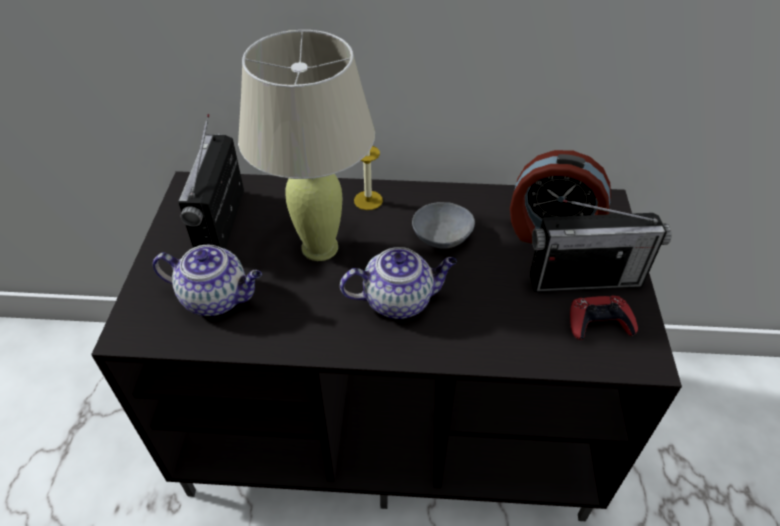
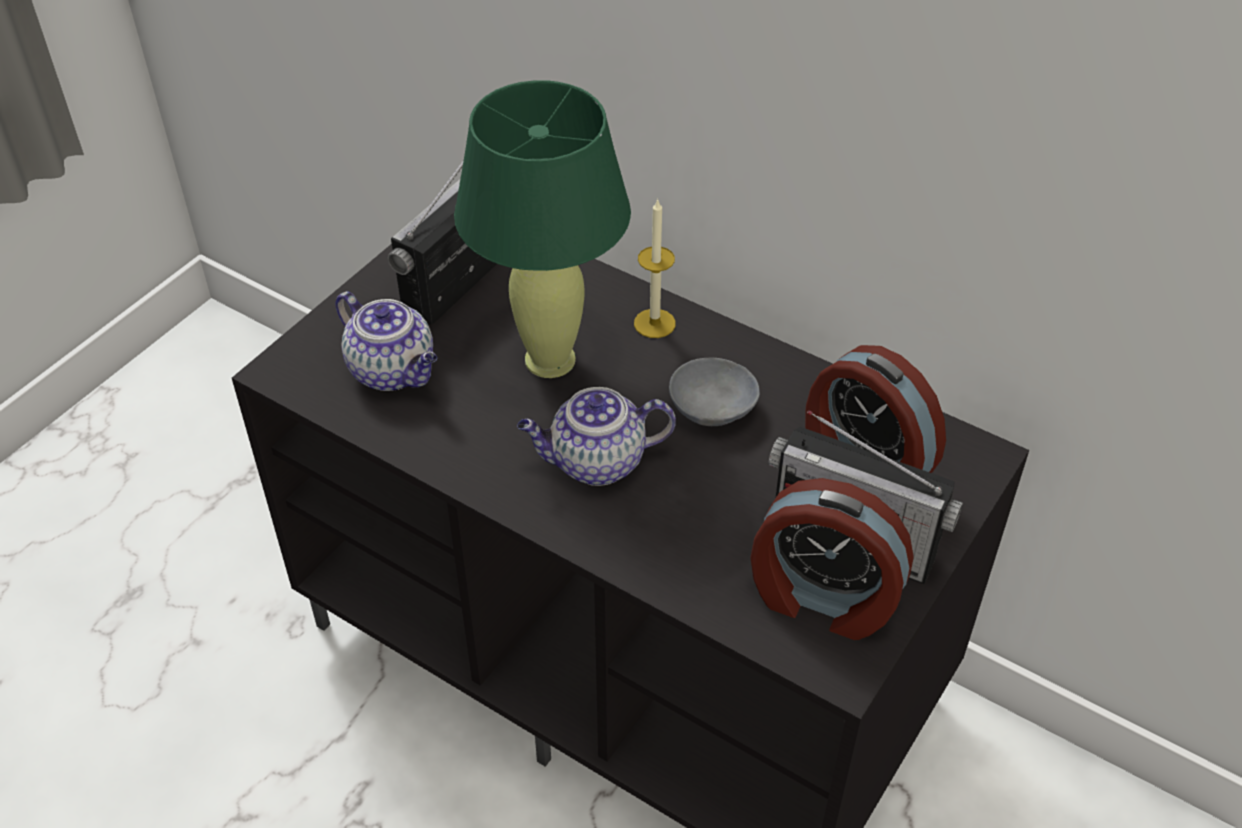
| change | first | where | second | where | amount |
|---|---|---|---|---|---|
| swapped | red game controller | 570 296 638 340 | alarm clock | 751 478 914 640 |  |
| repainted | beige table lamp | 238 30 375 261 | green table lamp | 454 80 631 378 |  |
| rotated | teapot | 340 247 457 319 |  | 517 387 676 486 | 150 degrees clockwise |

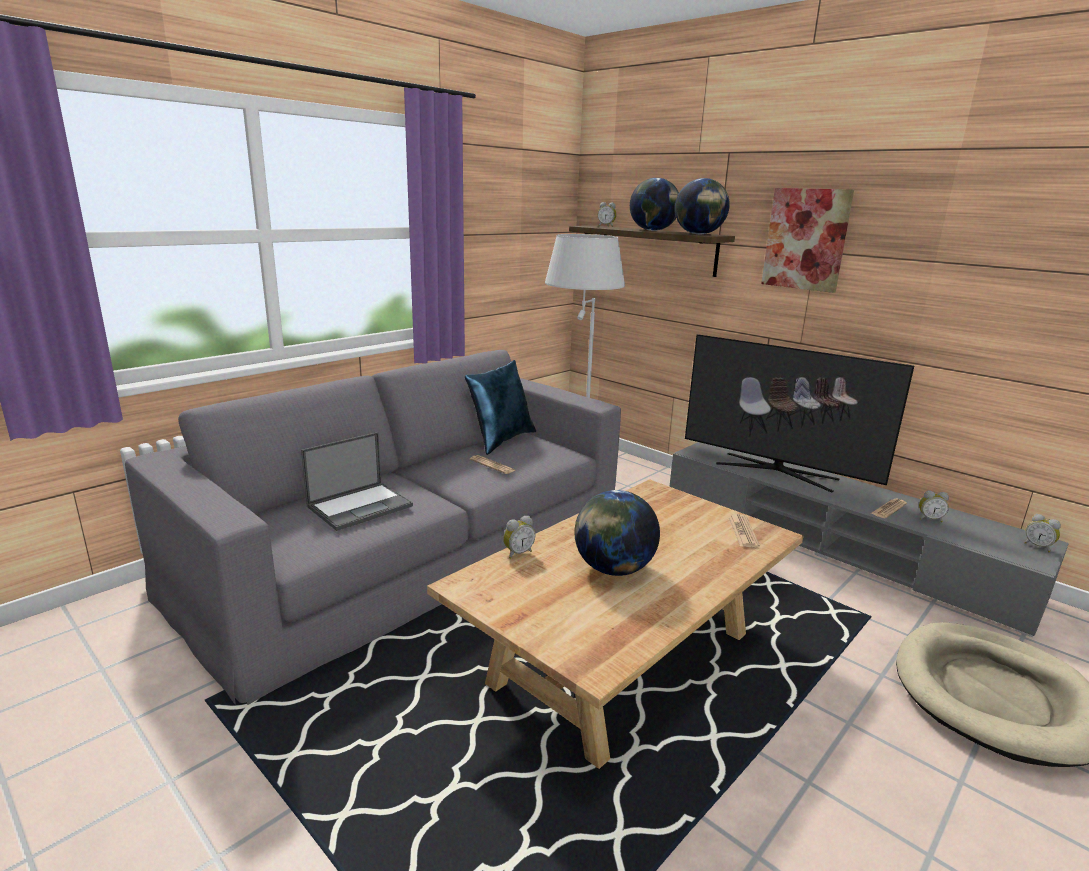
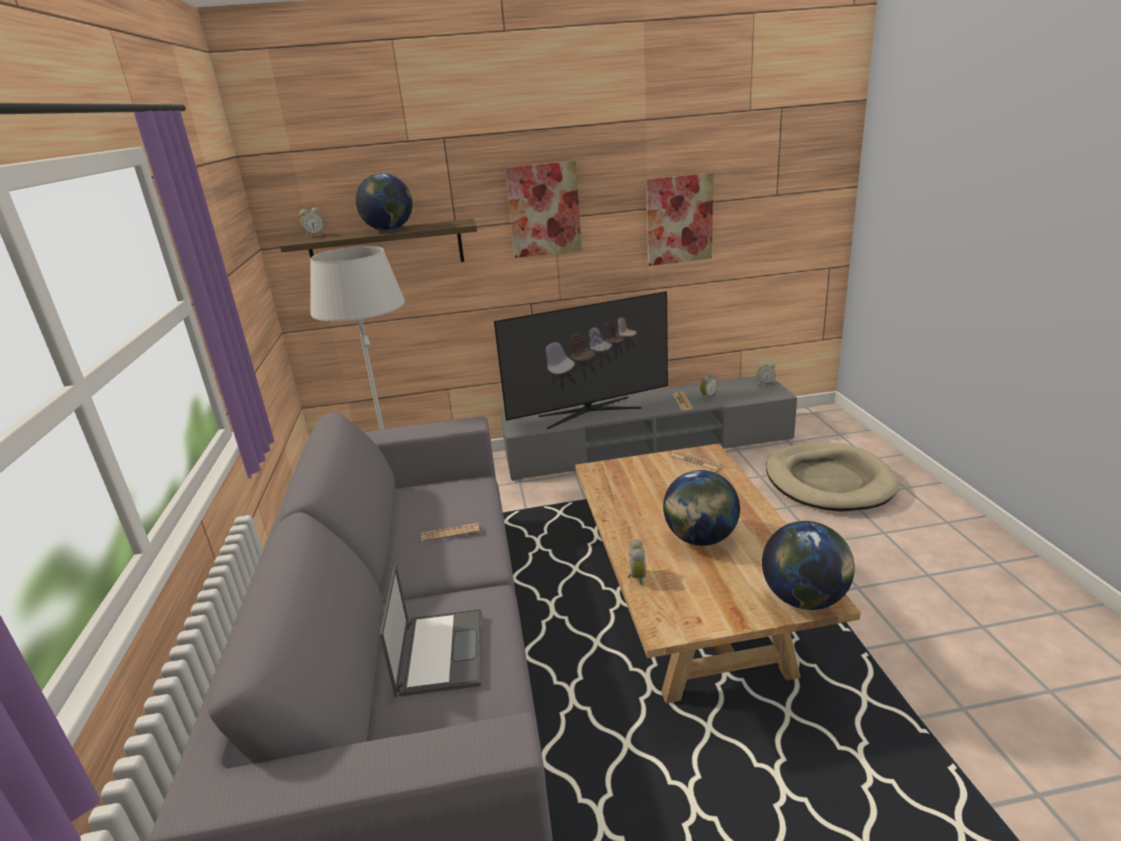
| change | first | where | second | where | amount |
|---|---|---|---|---|---|
| gone | blue pillow | 465 360 536 455 |  |  |  |
| new |  |  | picture | 646 173 713 266 |  |
| shifted | globe | 675 178 730 234 |  | 762 521 855 610 |  |

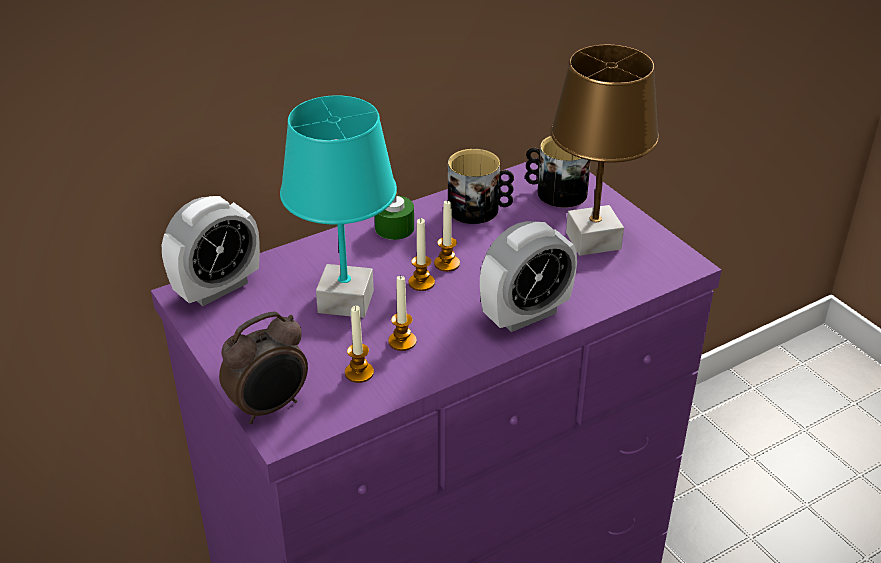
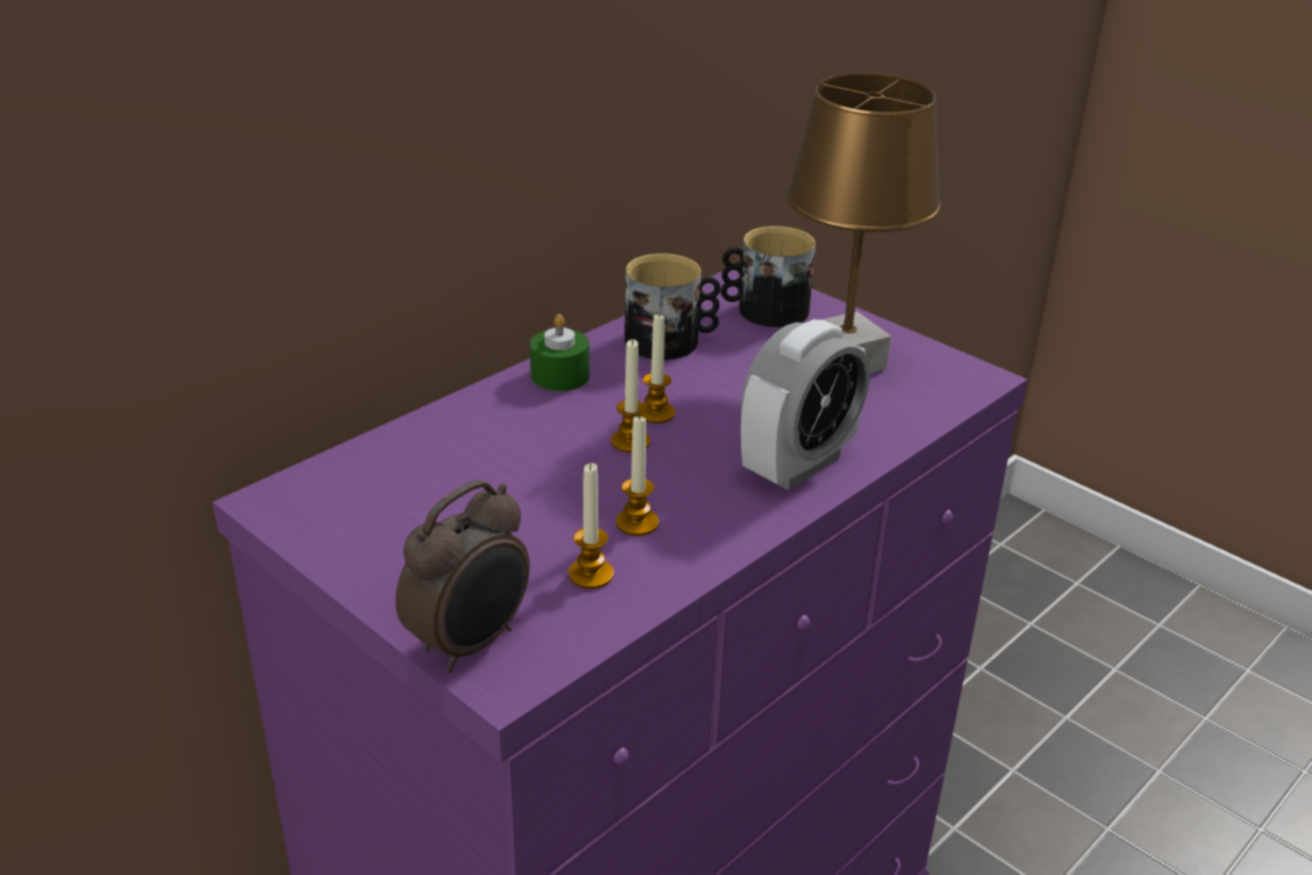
| change | first | where | second | where | amount |
|---|---|---|---|---|---|
| gone | alarm clock | 162 196 260 306 |  |  |  |
| gone | turquoise table lamp | 280 95 397 318 |  |  |  |

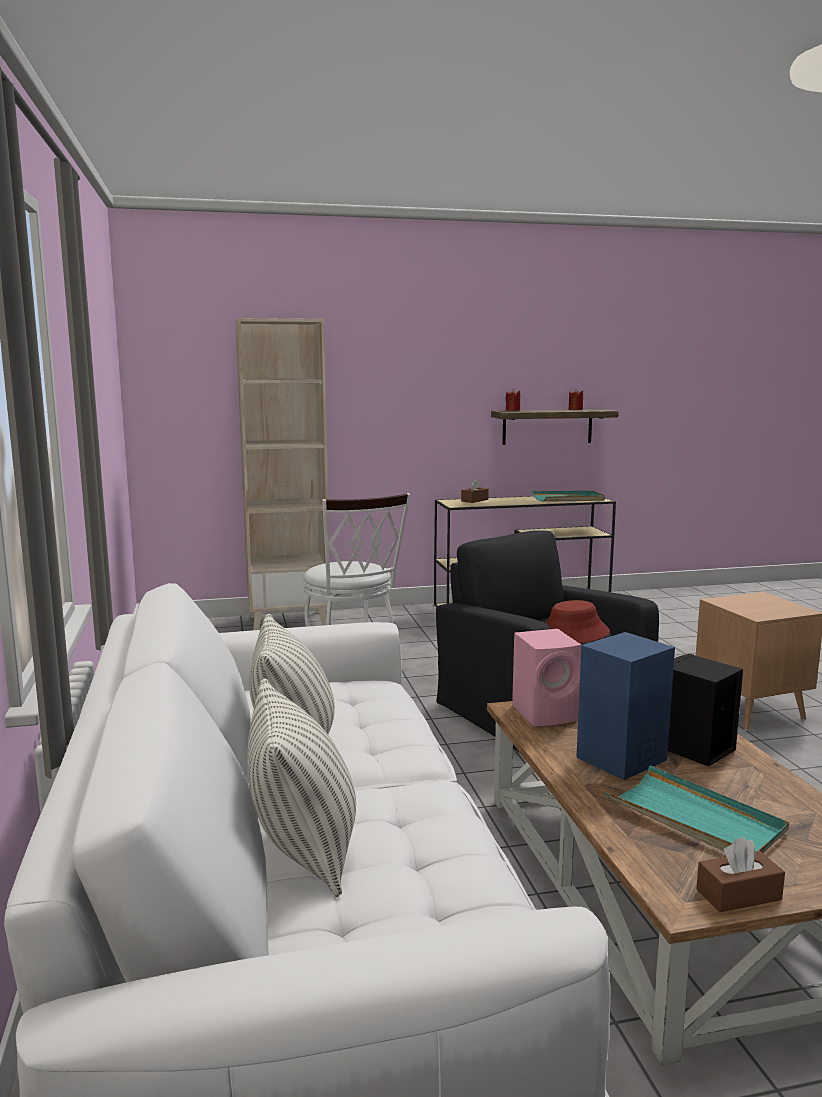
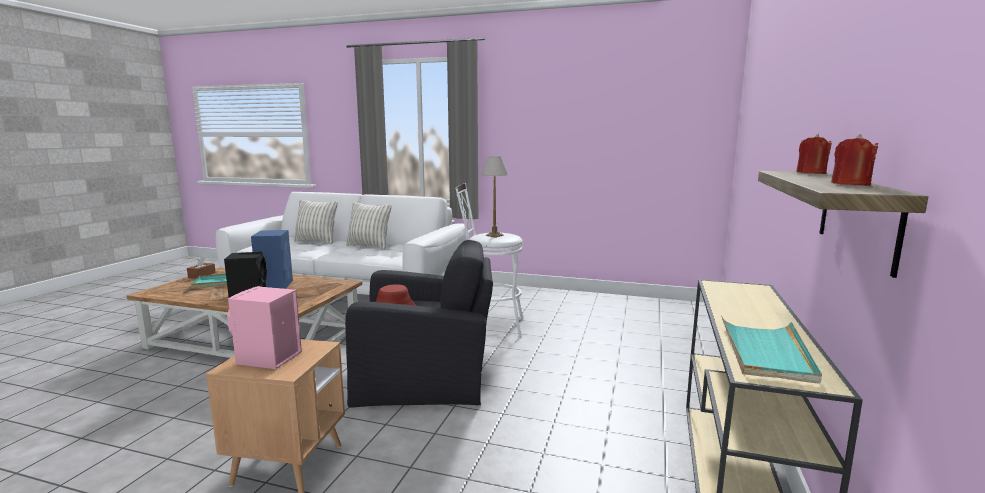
| change | first | where | second | where | amount |
|---|---|---|---|---|---|
| gone | beige bookcase | 236 318 330 630 |  |  |  |
| gone | brown tissue box | 461 478 489 503 |  |  |  |
| new |  |  | table lamp | 481 157 509 237 |  |
| shifted | pink speaker | 512 629 582 726 |  | 227 286 302 369 |  |

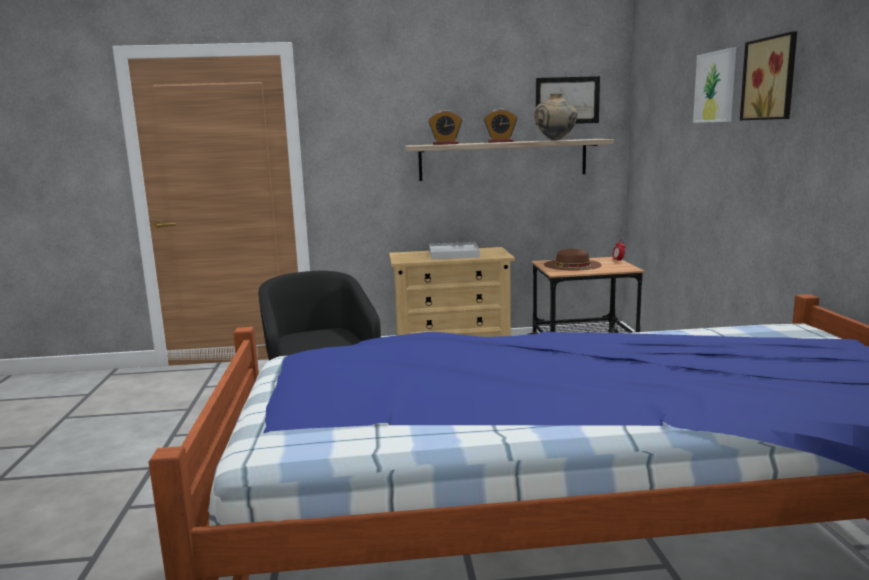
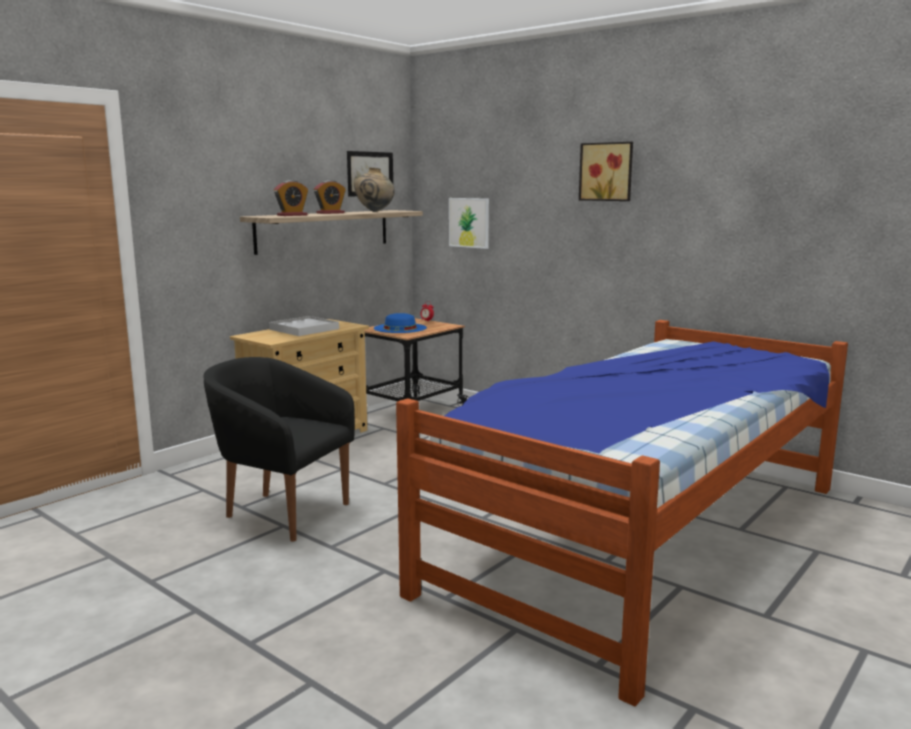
| change | first | where | second | where | amount |
|---|---|---|---|---|---|
| shifted | picture | 693 47 736 123 |  | 449 198 489 249 |  |
| repainted | brown hat | 544 249 602 271 | blue hat | 374 313 427 333 |  |

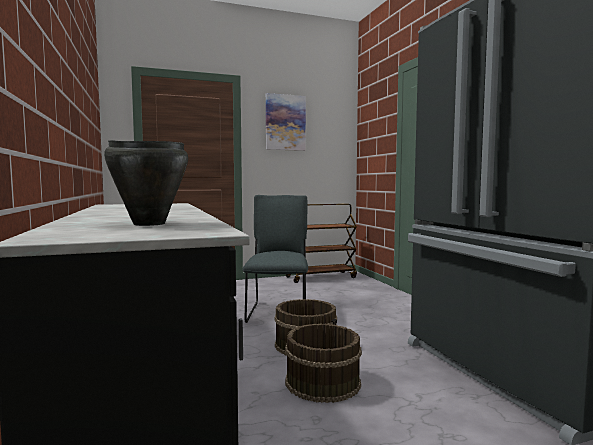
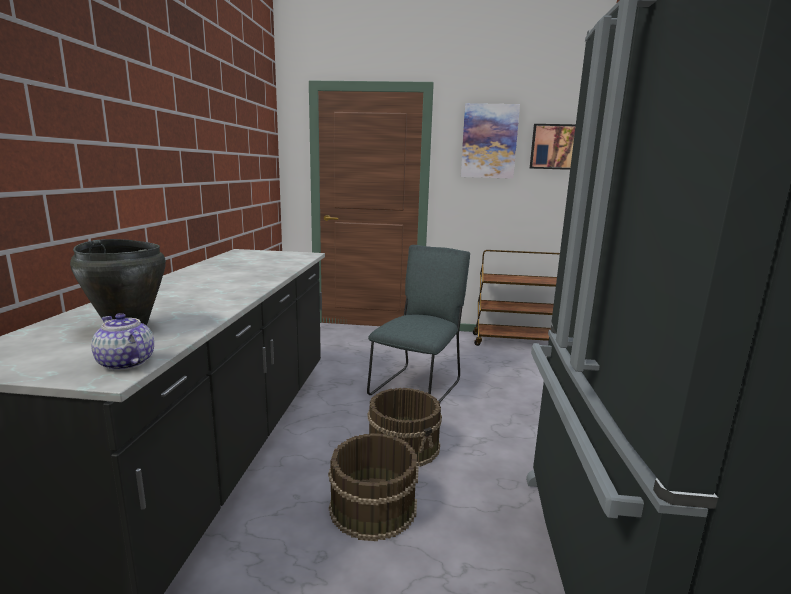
| change | first | where | second | where | amount |
|---|---|---|---|---|---|
| new |  |  | teapot | 91 313 154 371 |  |
| new |  |  | picture | 530 124 576 170 |  |

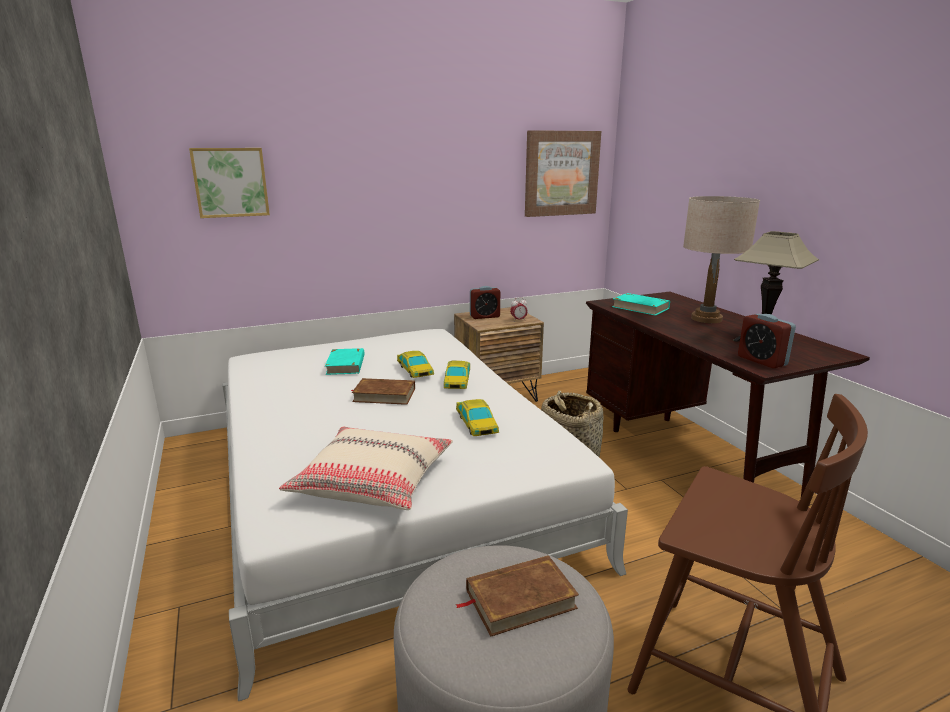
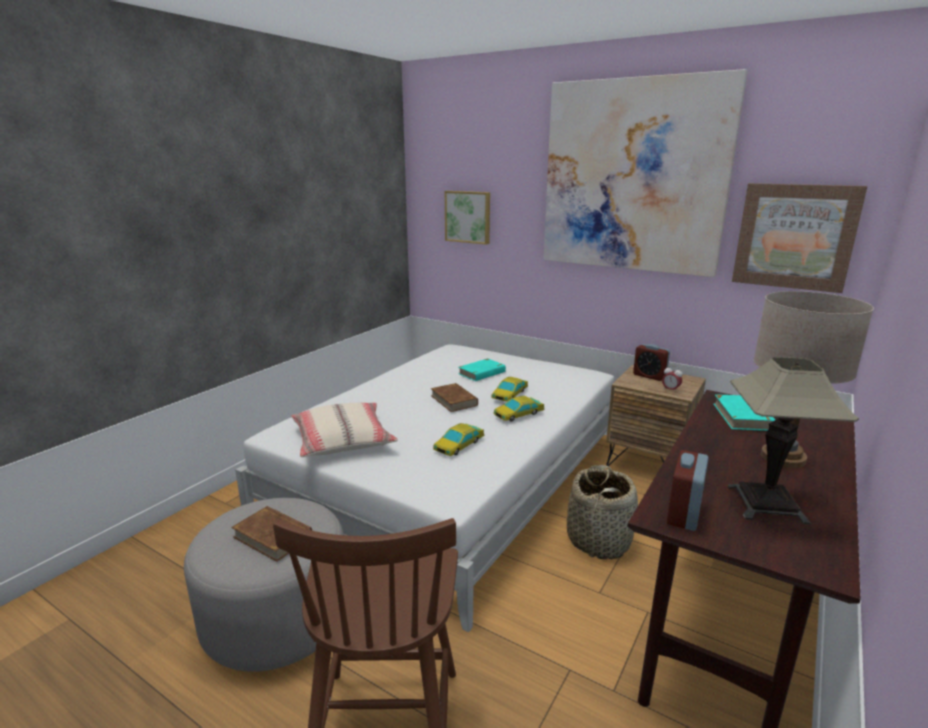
| change | first | where | second | where | amount |
|---|---|---|---|---|---|
| new |  |  | picture | 543 69 748 277 |  |

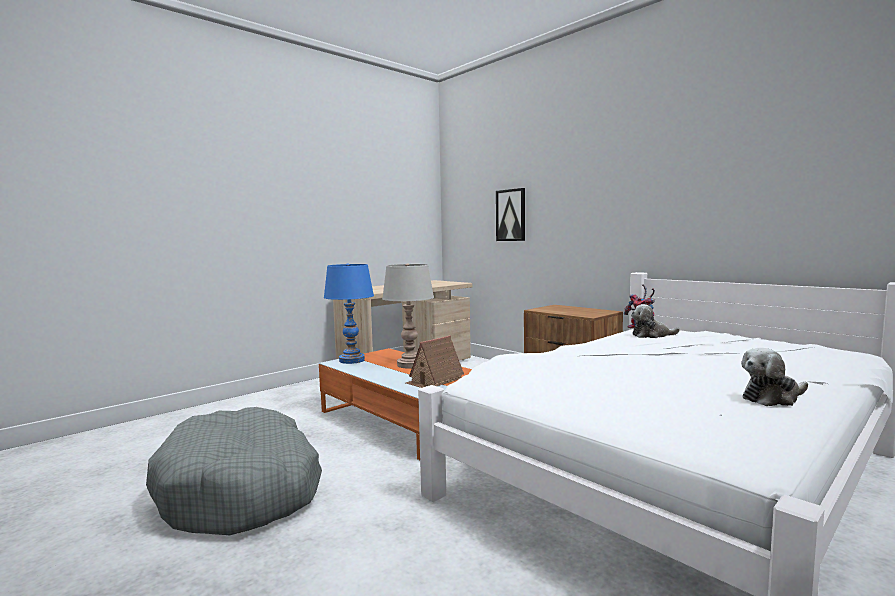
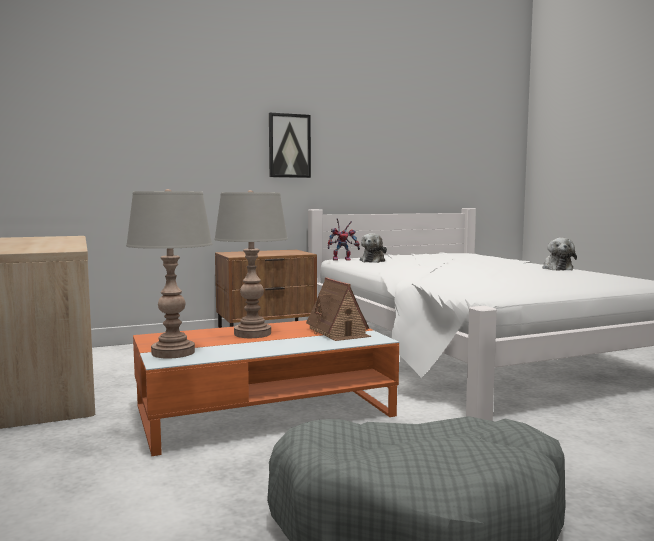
| change | first | where | second | where | amount |
|---|---|---|---|---|---|
| shifted | picture | 496 188 525 241 |  | 269 113 311 178 |  |
| repainted | blue table lamp | 324 263 374 364 | grey table lamp | 126 189 212 358 |  |

